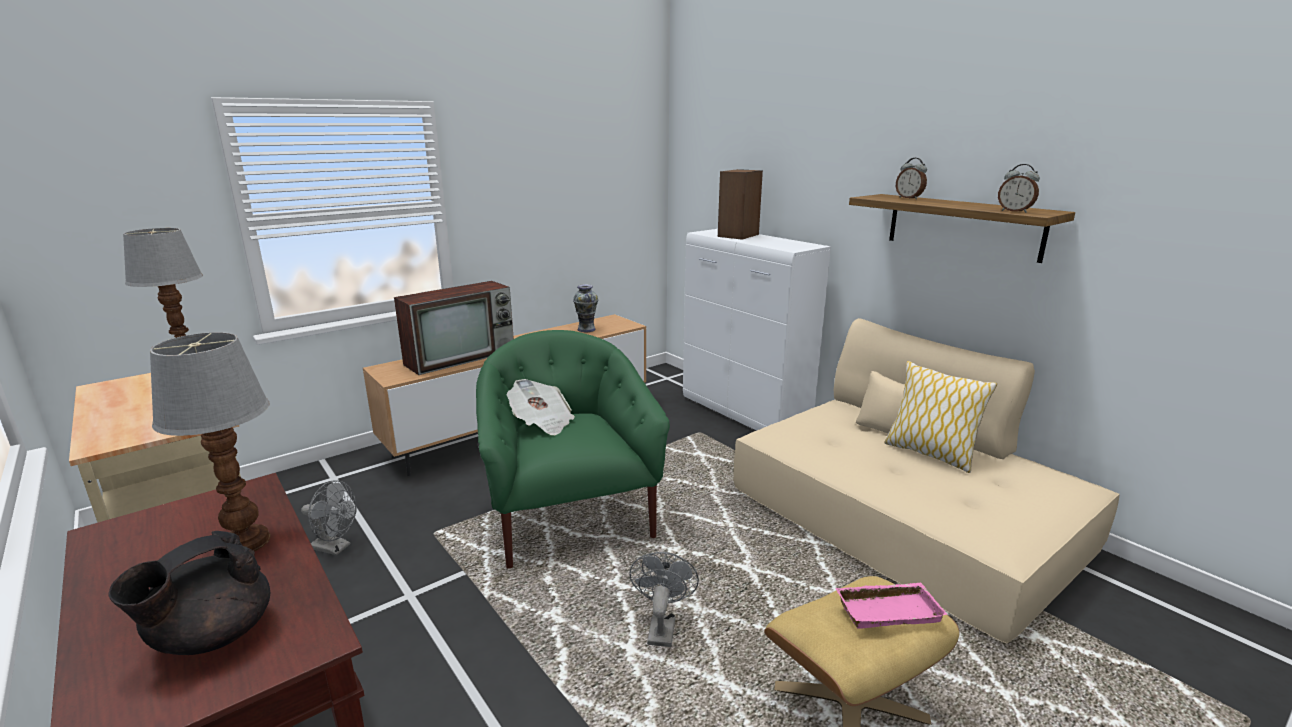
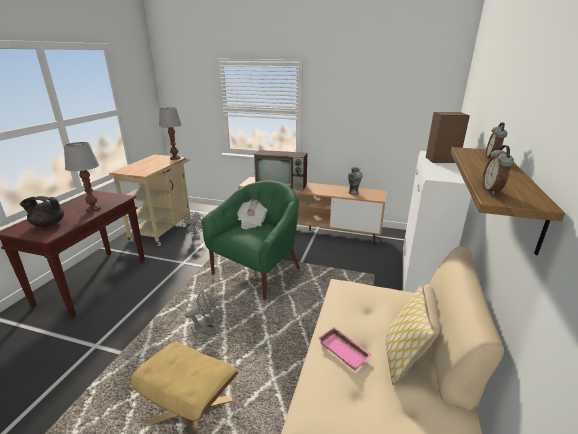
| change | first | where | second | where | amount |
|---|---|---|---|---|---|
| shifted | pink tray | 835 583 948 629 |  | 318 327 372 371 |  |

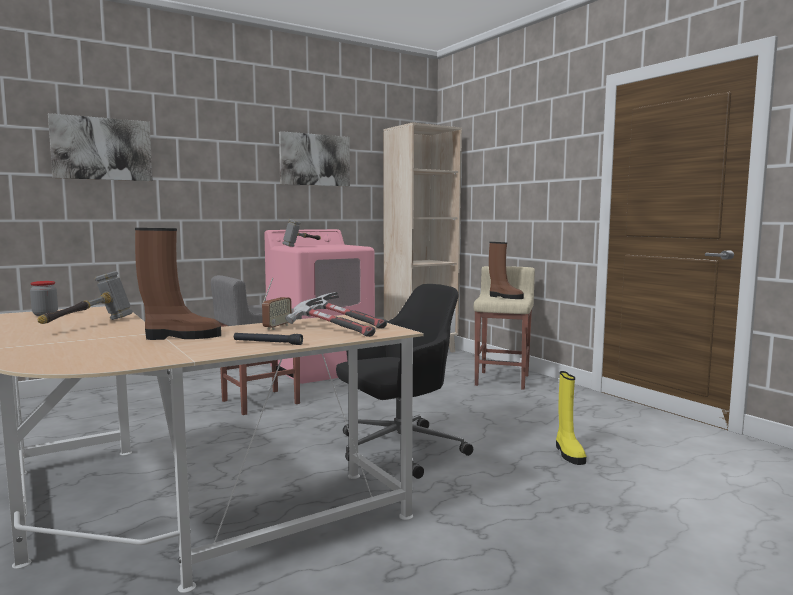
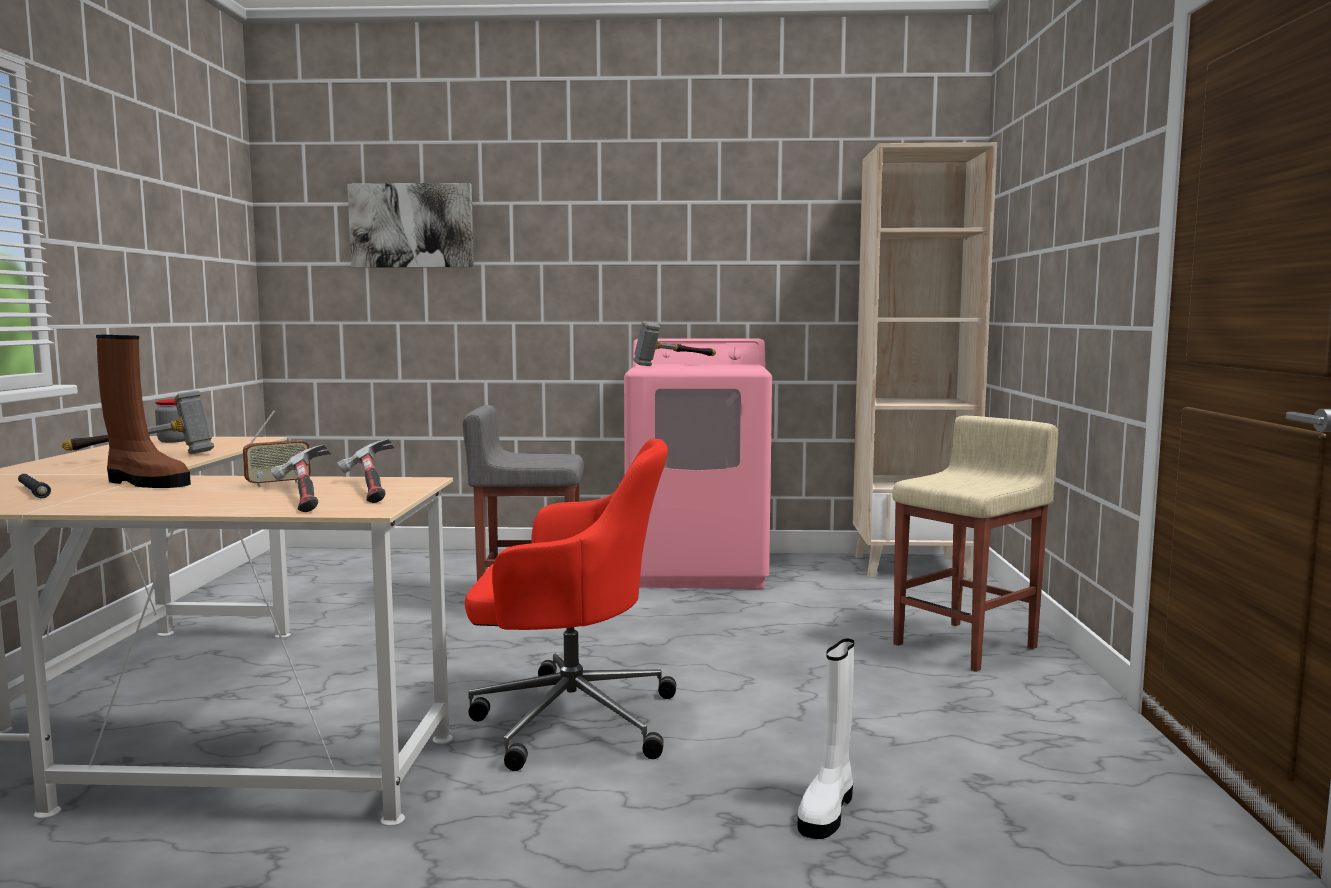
| change | first | where | second | where | amount |
|---|---|---|---|---|---|
| gone | picture | 279 131 350 186 |  |  |  |
| gone | brown boot | 489 242 524 299 |  |  |  |
| shifted | black flashlight | 234 333 303 345 |  | 18 474 51 498 |  |
| repainted | black office chair | 336 284 473 479 | red office chair | 465 439 676 771 |  |
| repainted | yellow boot | 556 371 586 465 | white boot | 798 639 854 839 |  |

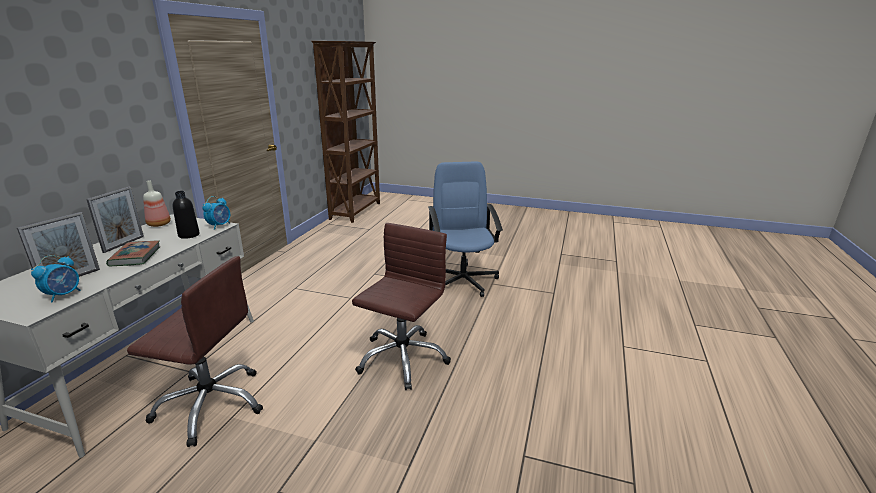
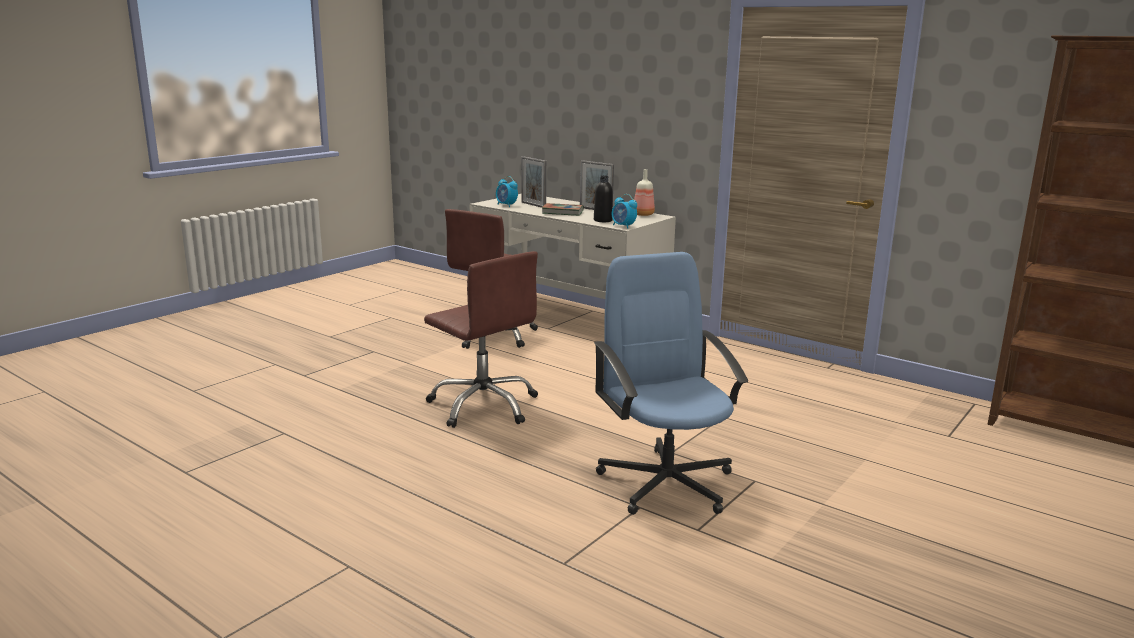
| change | first | where | second | where | amount |
|---|---|---|---|---|---|
| rotated | blue office chair | 428 161 503 297 |  | 594 252 749 515 | 120 degrees counterclockwise |

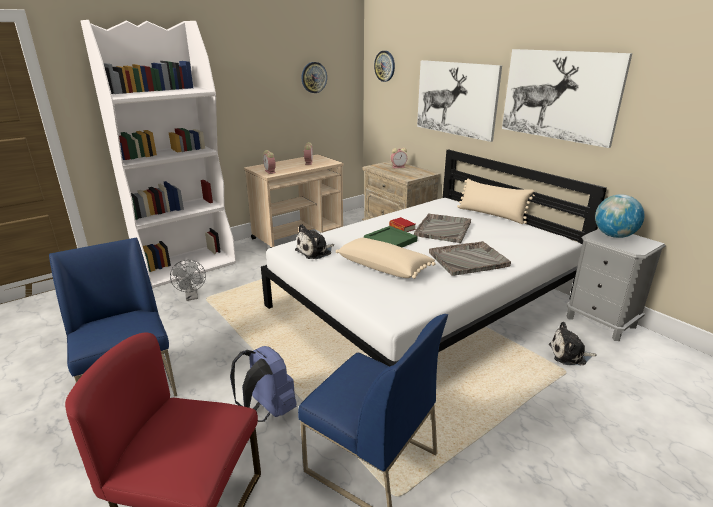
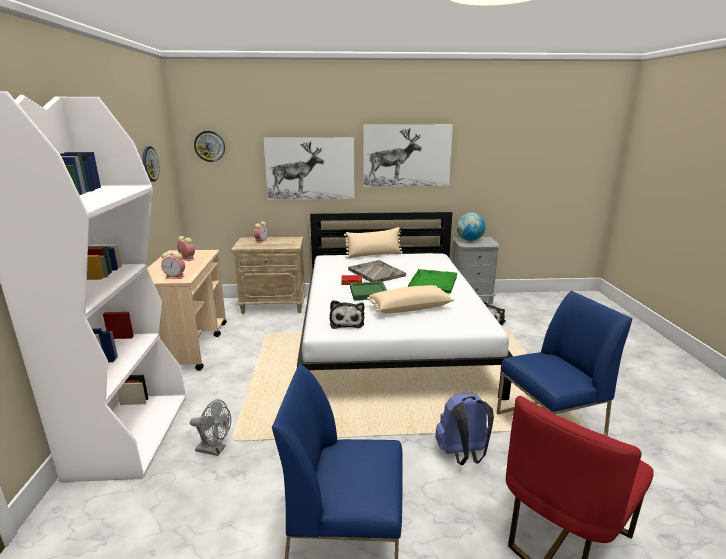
| change | first | where | second | where | amount |
|---|---|---|---|---|---|
| repainted | grey tray | 429 241 511 276 | green tray | 408 269 457 294 |  |

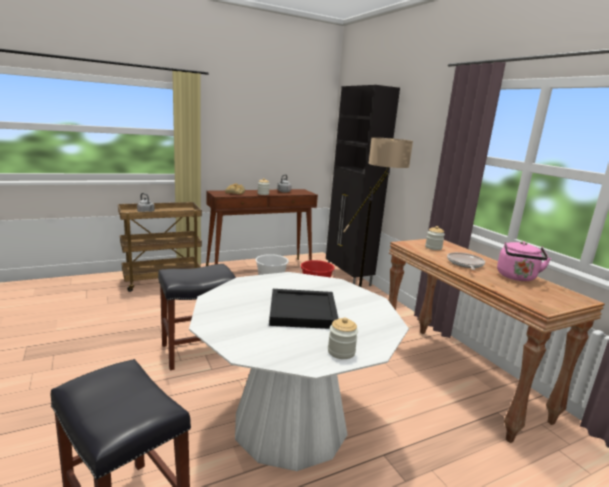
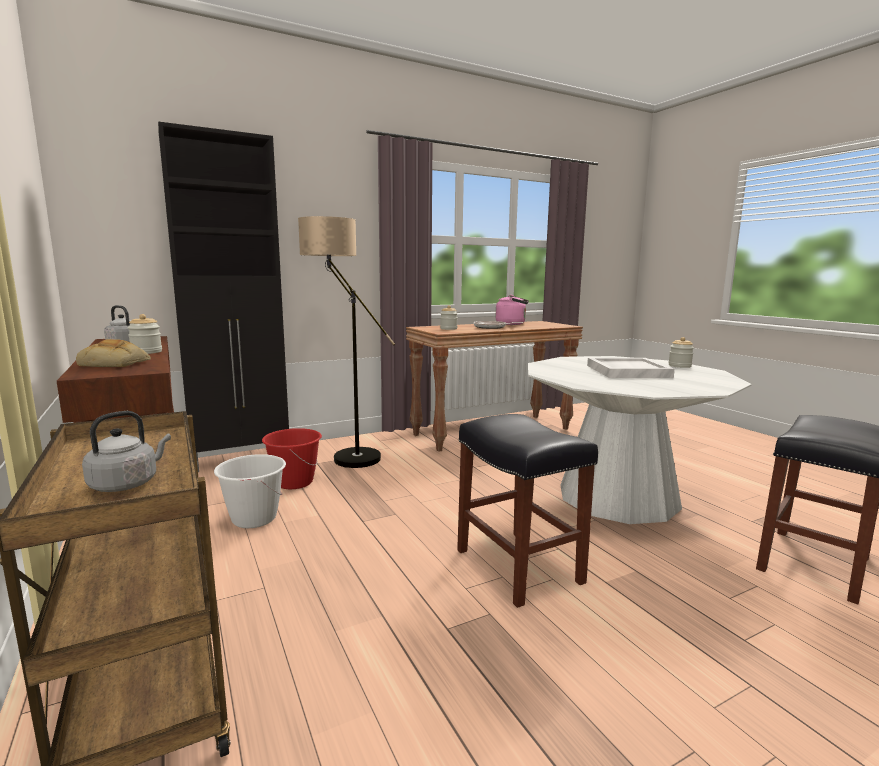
| change | first | where | second | where | amount |
|---|---|---|---|---|---|
| repainted | black tray | 269 289 339 329 | white tray | 587 358 675 378 |  |

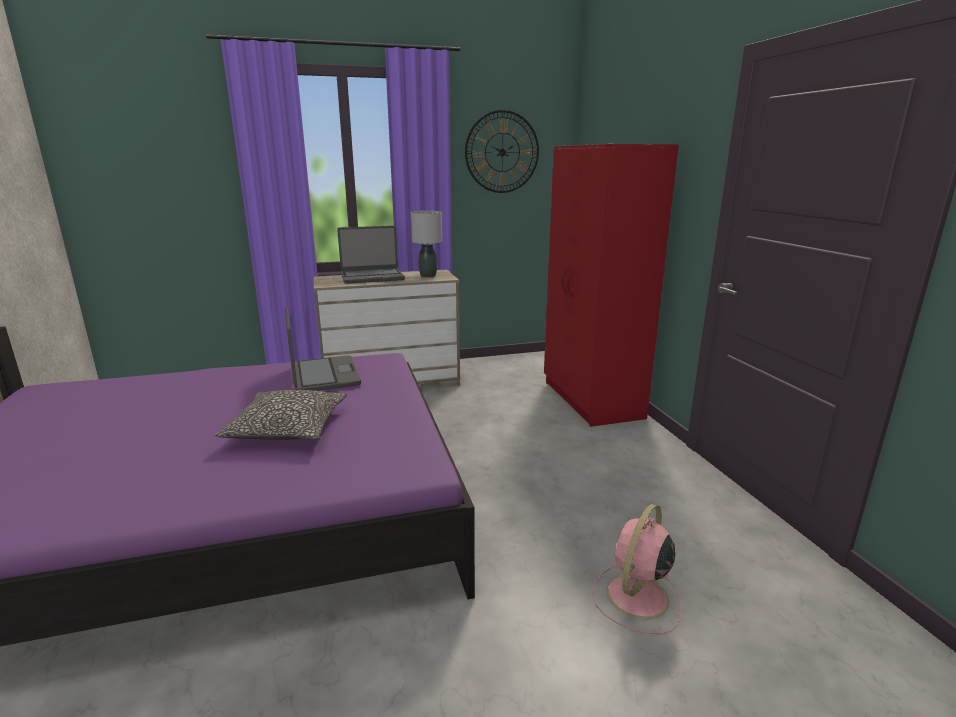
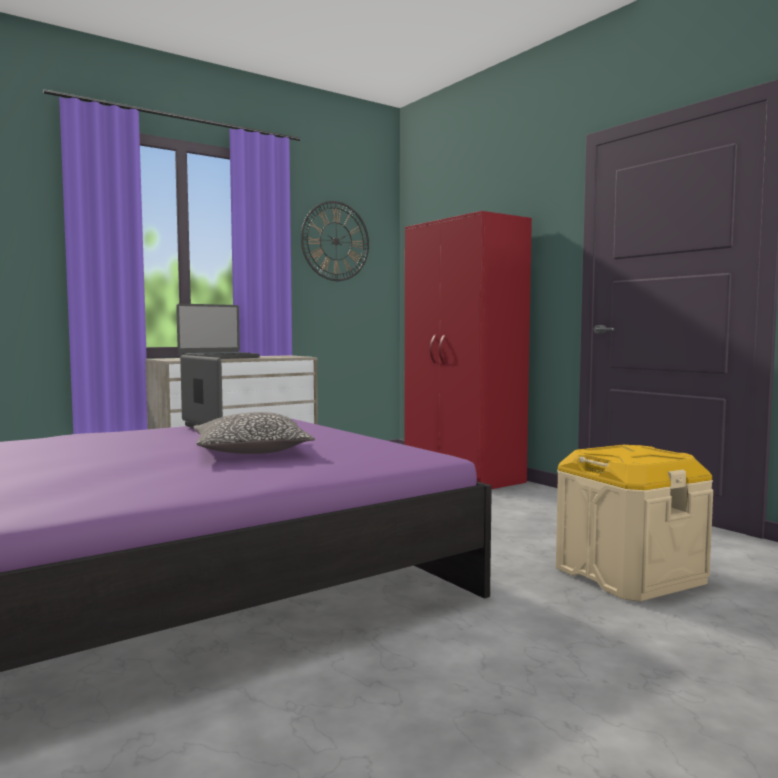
| change | first | where | second | where | amount |
|---|---|---|---|---|---|
| gone | grey table lamp | 411 211 442 277 |  |  |  |
| swapped | pink fan | 592 504 682 634 | beige storage box | 556 445 713 602 |  |

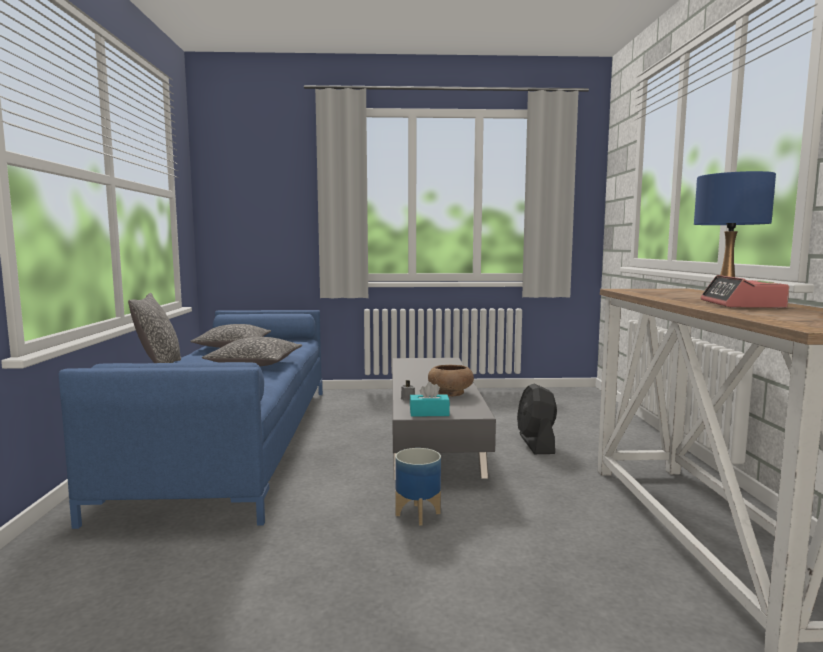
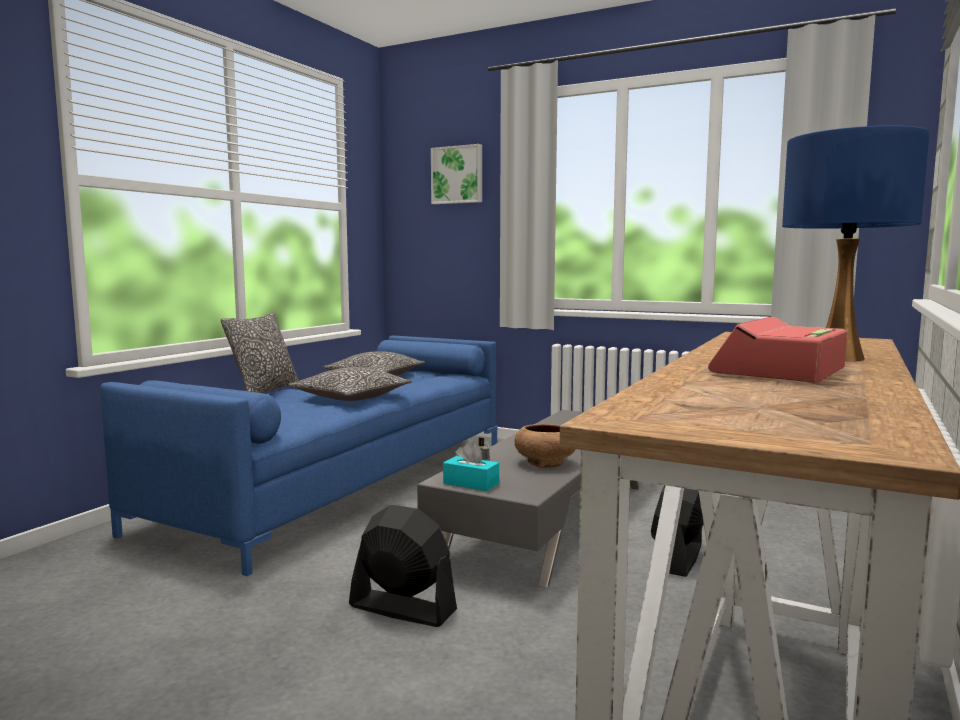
| change | first | where | second | where | amount |
|---|---|---|---|---|---|
| new |  |  | picture | 431 144 482 204 |  |
| swapped | planter | 395 448 441 526 | black fan | 349 505 457 627 |  |

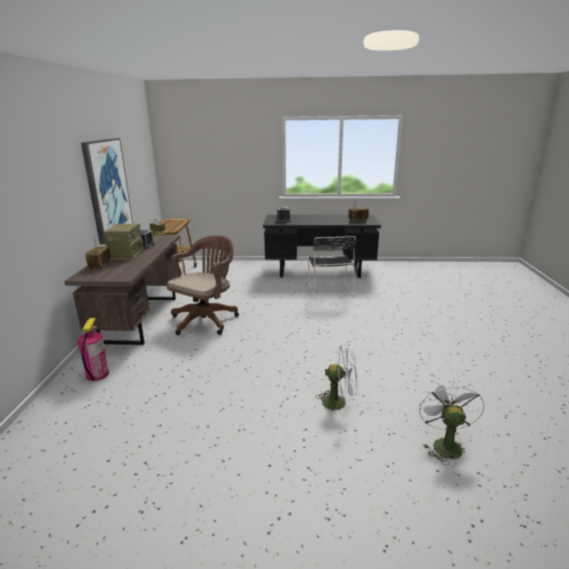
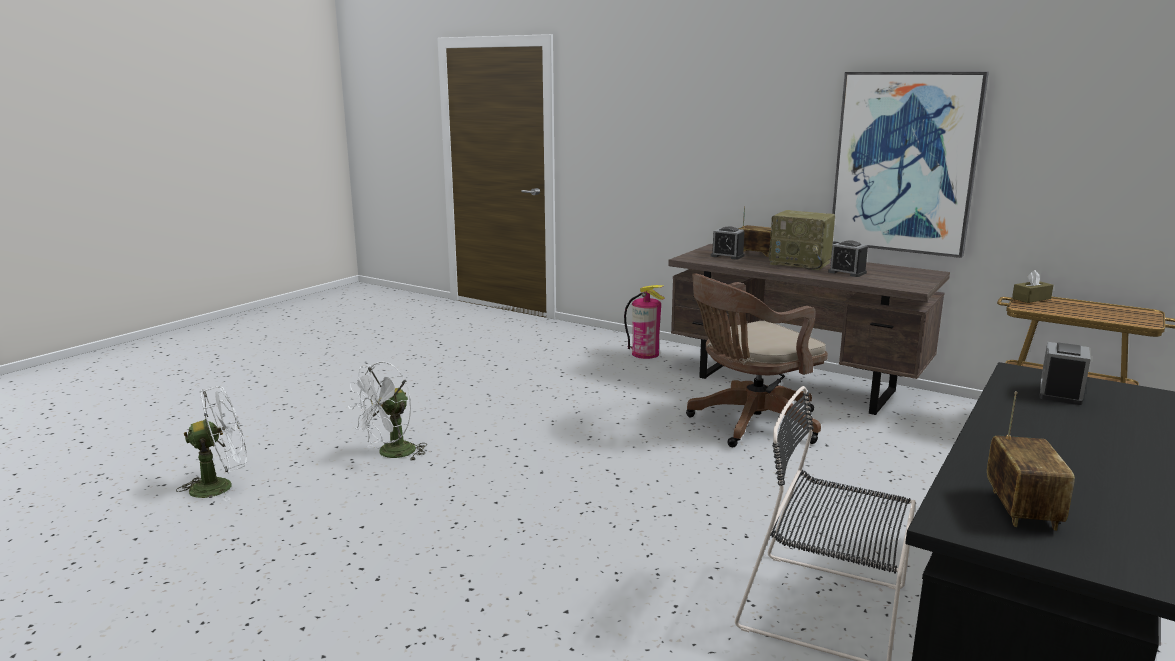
| change | first | where | second | where | amount |
|---|---|---|---|---|---|
| new |  |  | alarm clock | 711 227 745 260 |  |
| rotated | brown office chair | 167 235 239 335 |  | 686 273 828 447 | 90 degrees clockwise |
| rotated | white fan | 418 379 485 465 |  | 176 386 247 501 | 60 degrees counterclockwise |

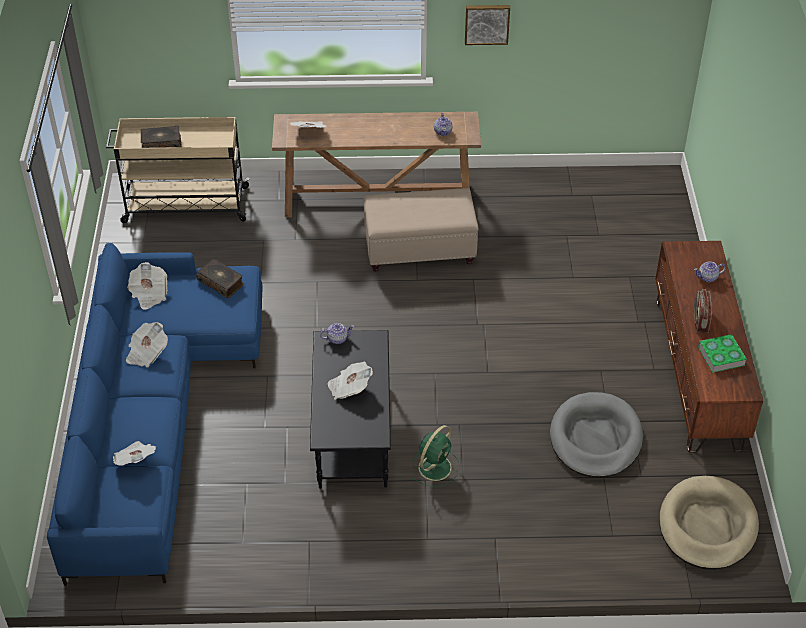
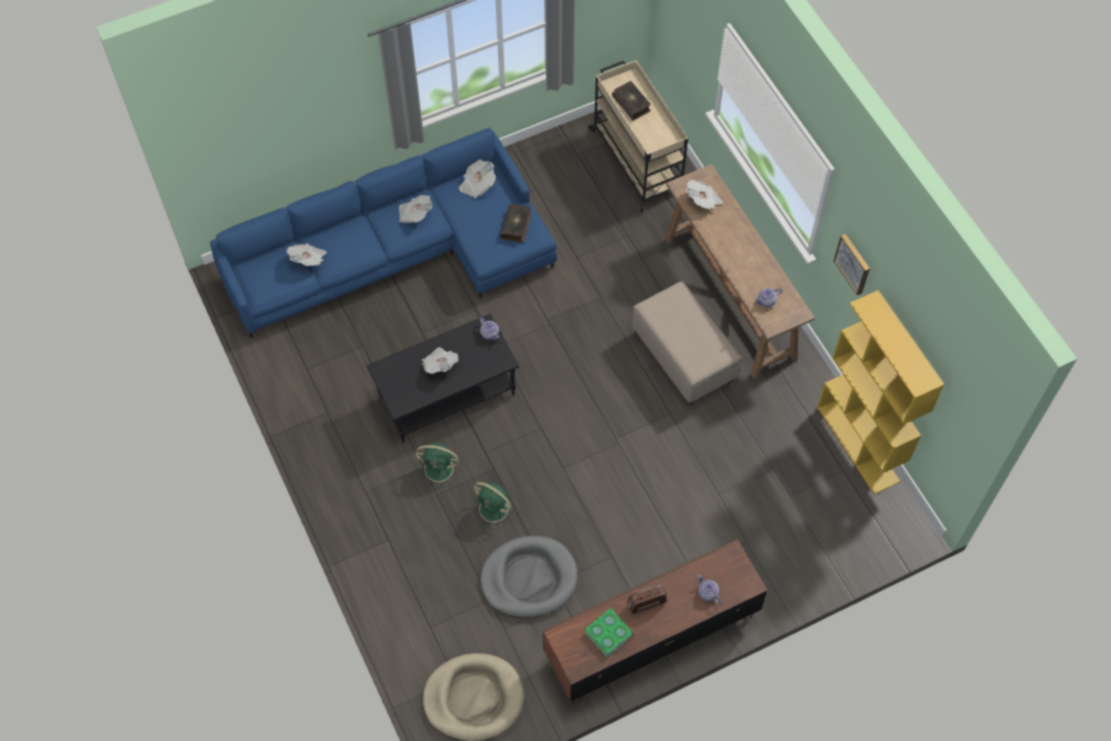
| change | first | where | second | where | amount |
|---|---|---|---|---|---|
| new |  |  | green fan | 472 482 517 529 |  |
| new |  |  | yellow bookcase | 817 290 944 494 |  |

